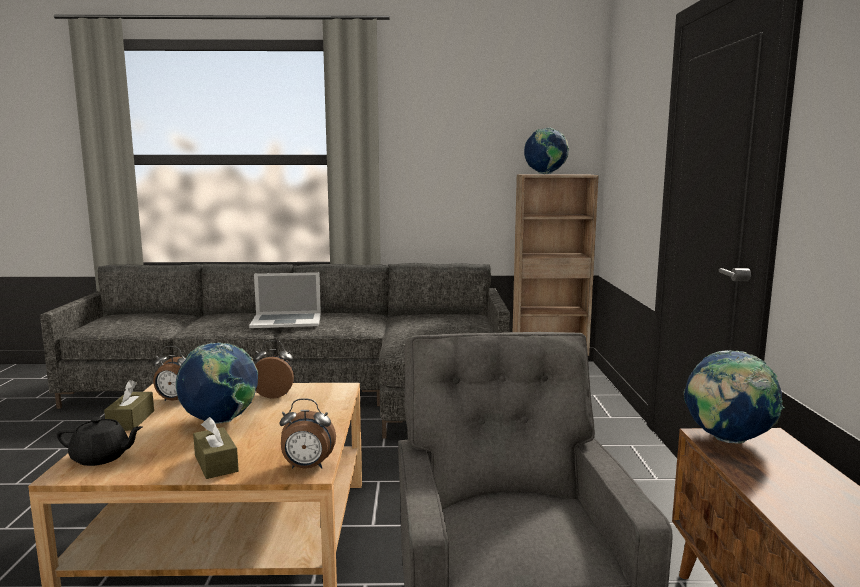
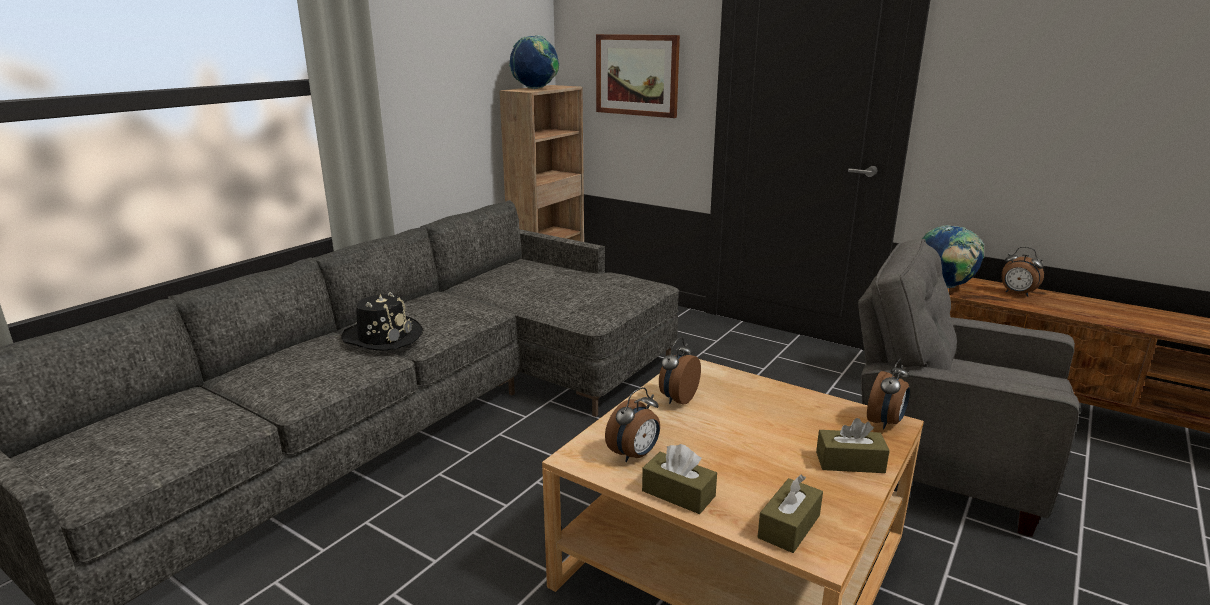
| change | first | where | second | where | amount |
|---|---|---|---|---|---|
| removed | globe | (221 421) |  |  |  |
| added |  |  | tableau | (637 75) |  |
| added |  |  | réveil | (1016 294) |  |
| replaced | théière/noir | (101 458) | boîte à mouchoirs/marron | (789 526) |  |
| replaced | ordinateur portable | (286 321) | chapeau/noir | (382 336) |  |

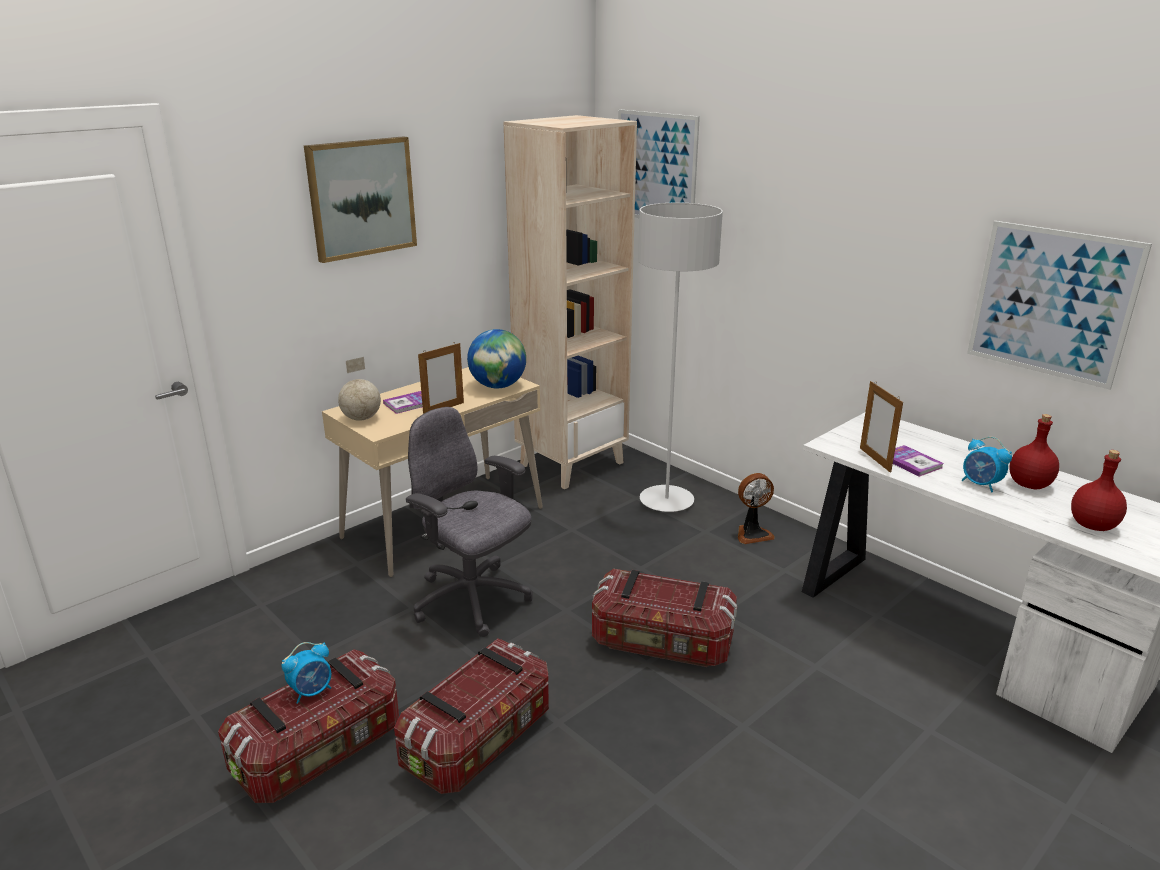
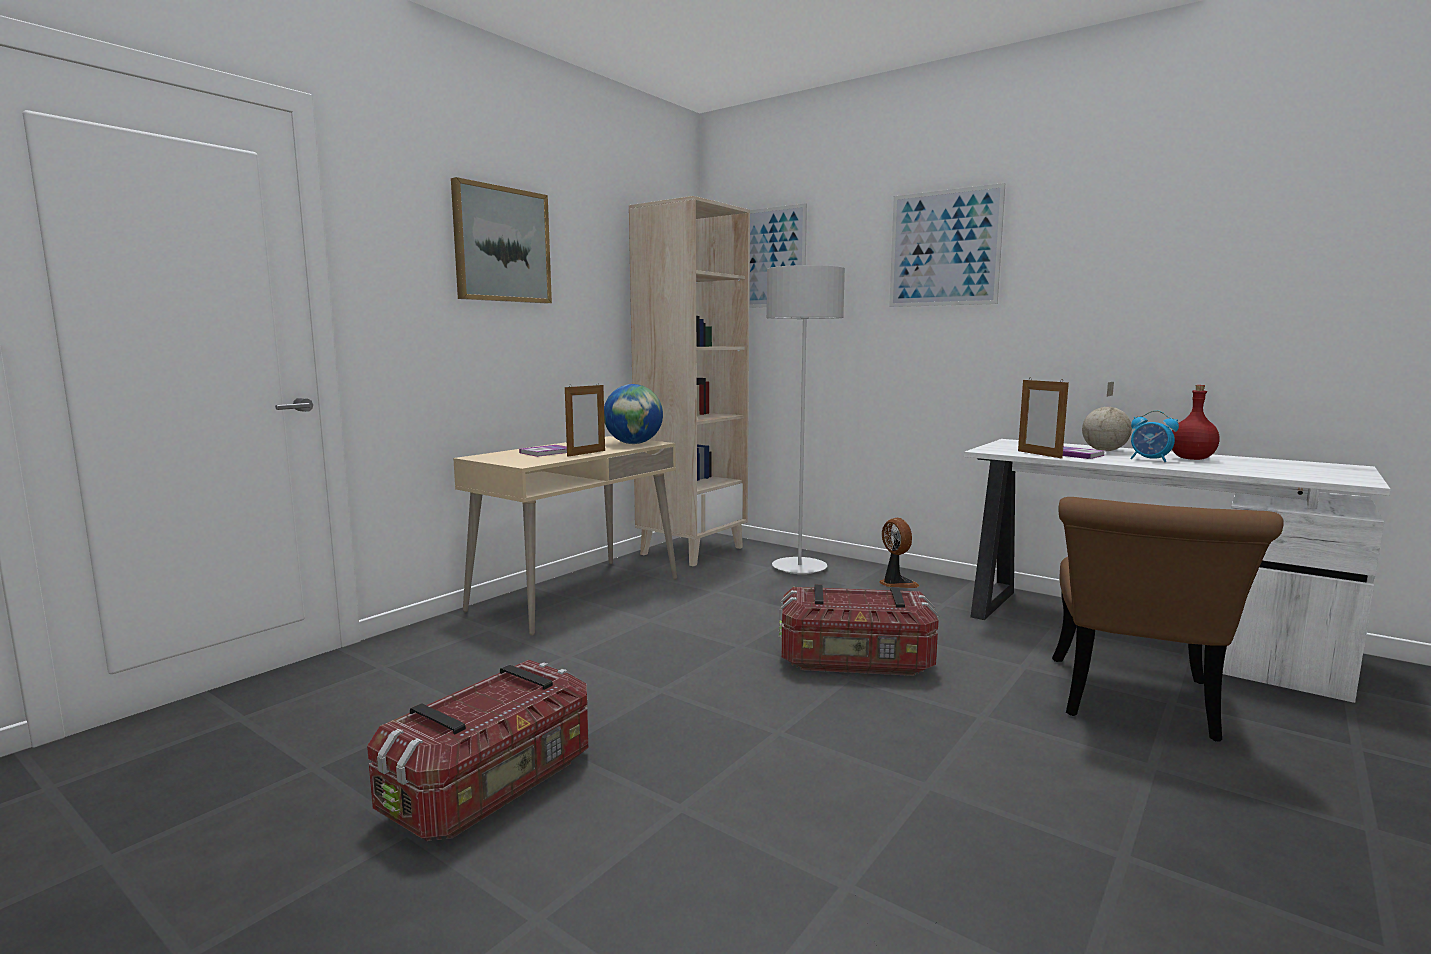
| change | first | where | second | where | amount |
|---|---|---|---|---|---|
| removed | réveil | (312 691) |  |  |  |
| removed | boîte de rangement | (480 741) |  |  |  |
| removed | chaise de bureau/gris | (472 601) |  |  |  |
| removed | bouteille/rouge | (1092 526) |  |  |  |
| added |  |  | chaise/marron | (1133 705) |  |
| moved | globe | (362 418) |  | (1105 451) |  |
| moved | tableau | (1052 303) |  | (944 248) |  |
| turned | ventilateur | (752 534) |  | (896 583) | 90 degrees counterclockwise |

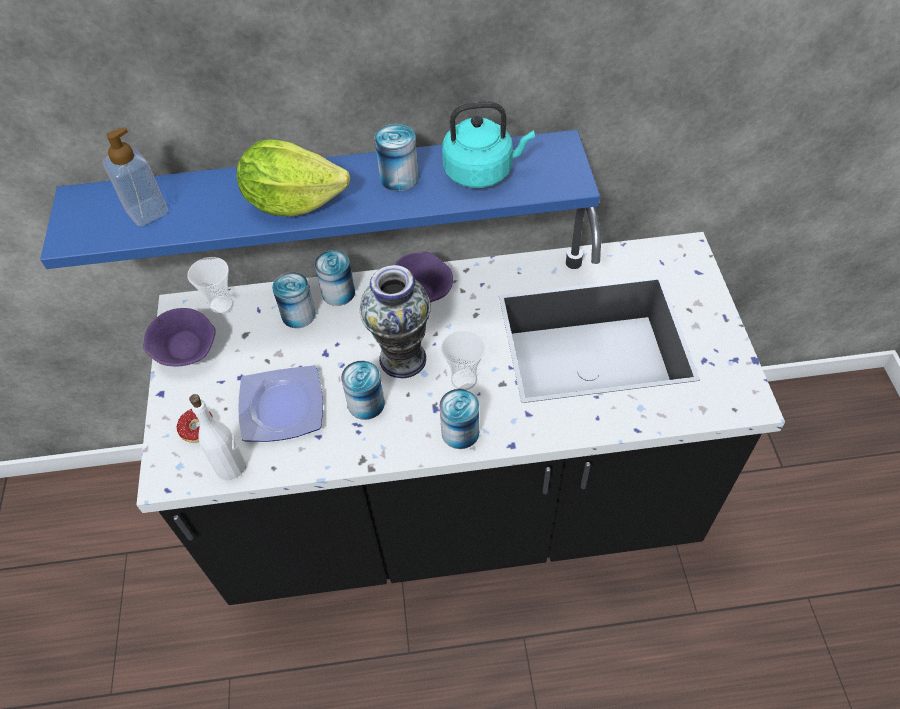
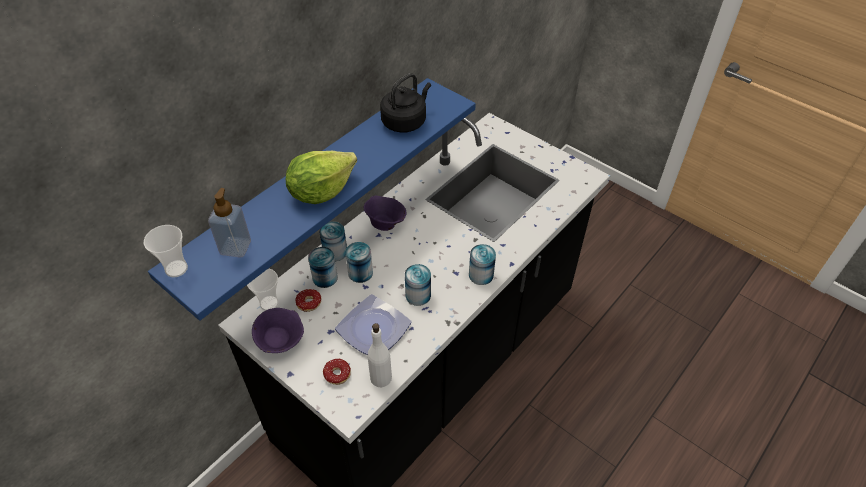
| change | first | where | second | where | amount |
|---|---|---|---|---|---|
| removed | vase | (403 358) |  |  |  |
| added |  |  | beignet | (310 306) |  |
| moved | boîte métallique | (399 177) |  | (360 273) |  |
| moved | tasse | (464 379) |  | (176 268) |  |
| recoloured | bouilloire/turquoise | (482 172) | bouilloire/noir | (405 121) |  |

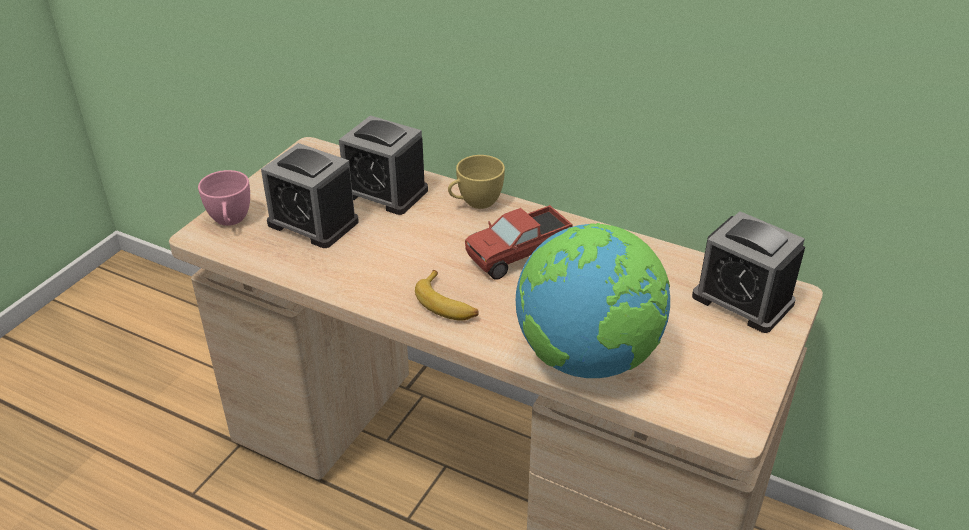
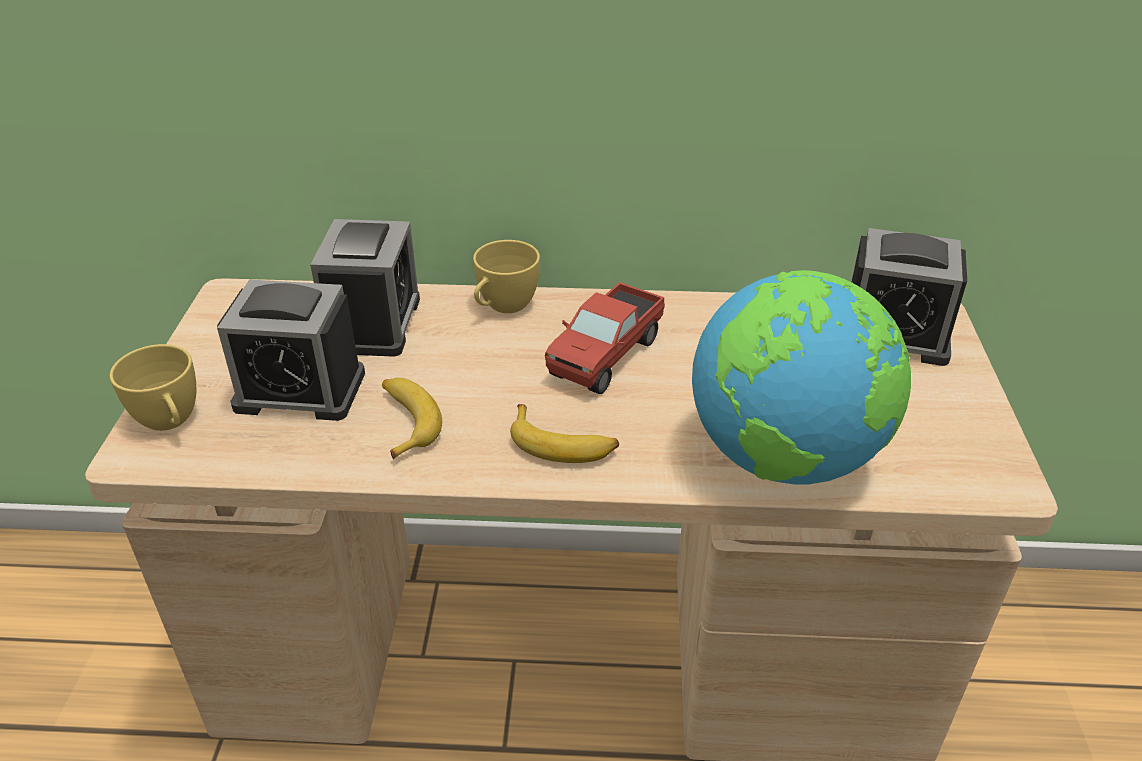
| change | first | where | second | where | amount |
|---|---|---|---|---|---|
| added |  |  | banane | (405 422) |  |
| recoloured | tasse/rose | (230 221) | tasse/jaune | (170 422) |  |
| turned | réveil | (384 192) |  | (374 323) | 90 degrees counterclockwise |

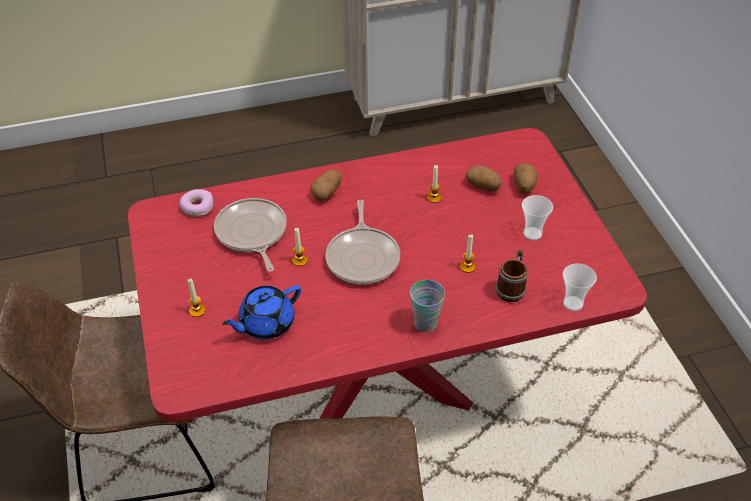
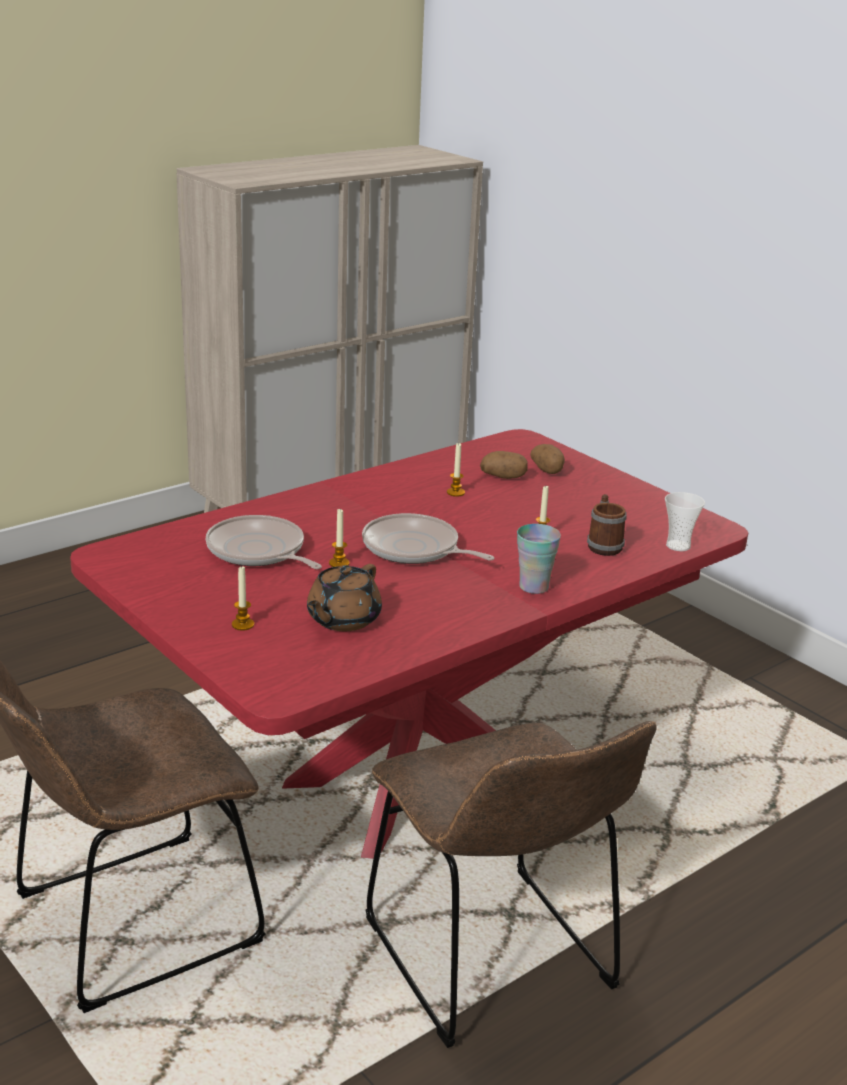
| change | first | where | second | where | amount |
|---|---|---|---|---|---|
| removed | beignet | (197 207) |  |  |  |
| removed | pomme de terre | (327 192) |  |  |  |
| removed | tasse | (532 233) |  |  |  |
| recoloured | théière/bleu | (266 323) | théière/marron | (342 619) |  |
| turned | poêle | (363 257) |  | (414 549) | 150 degrees clockwise |

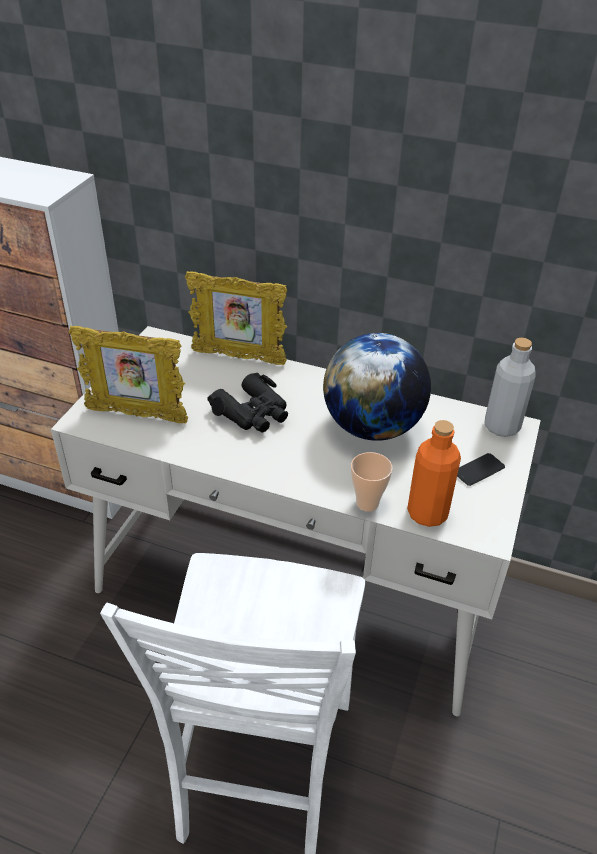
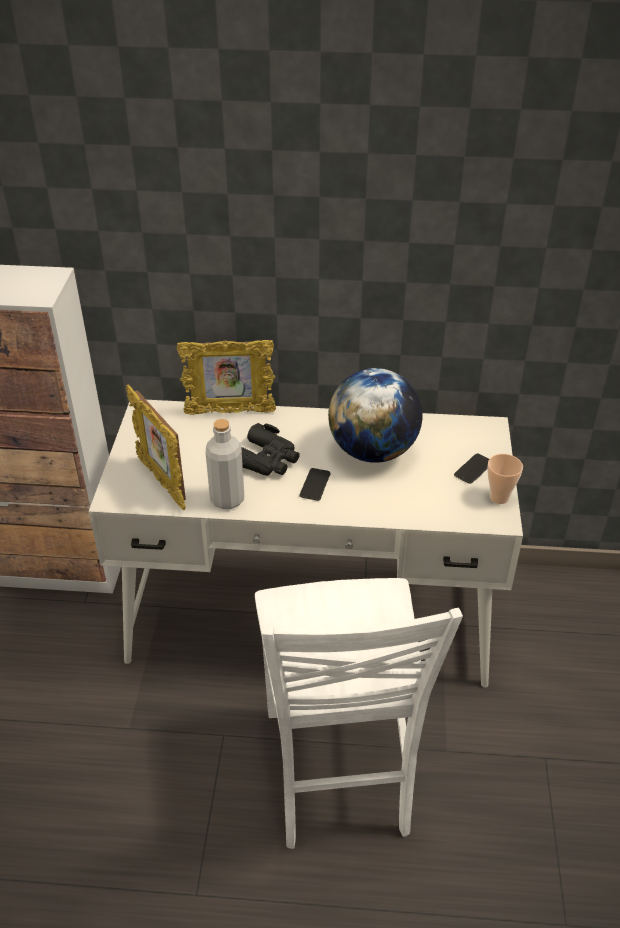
| change | first | where | second | where | amount |
|---|---|---|---|---|---|
| removed | bouteille/orange | (427 513) |  |  |  |
| added |  |  | téléphone | (315 485) |  |
| moved | tasse | (367 503) |  | (499 497) |  |
| moved | bouteille/gris | (501 426) |  | (227 499) |  |
| turned | cadre photo | (137 415) |  | (162 483) | 60 degrees clockwise |

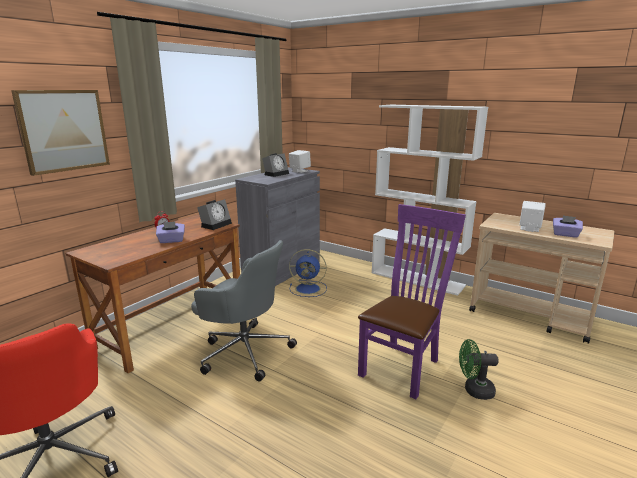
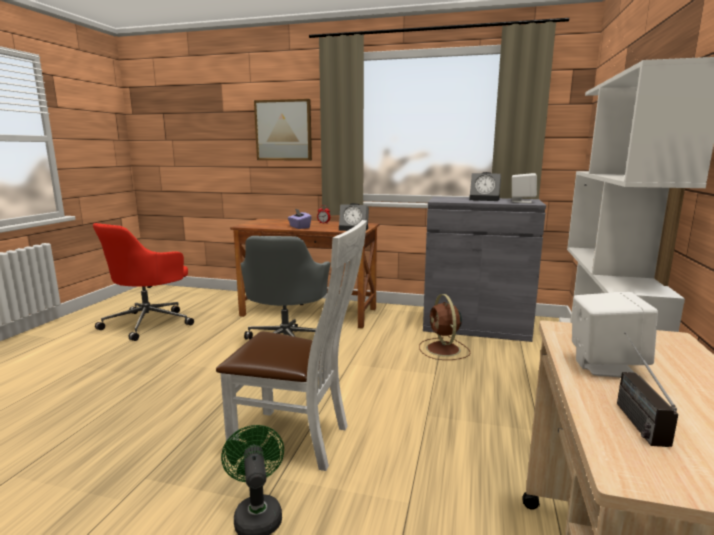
| change | first | where | second | where | amount |
|---|---|---|---|---|---|
| replaced | boîte à mouchoirs/violet | (565 234) | radio | (630 412) |  |
| recoloured | ventilateur/bleu | (309 289) | ventilateur/marron | (443 350) |  |
| recoloured | chaise/violet | (403 366) | chaise/blanc | (298 440) |  |

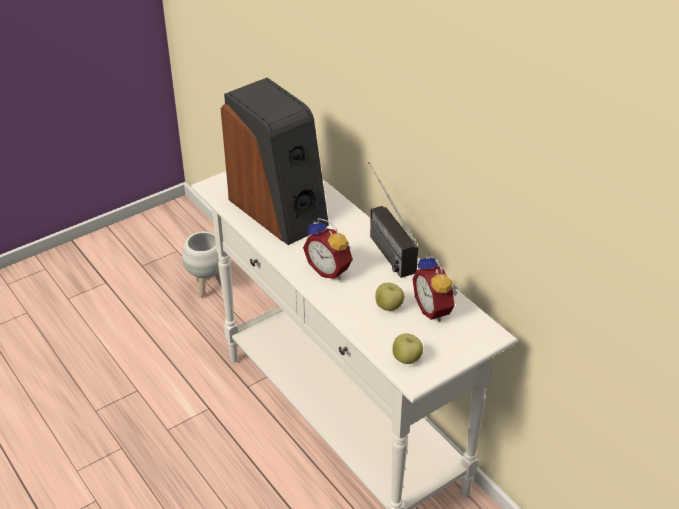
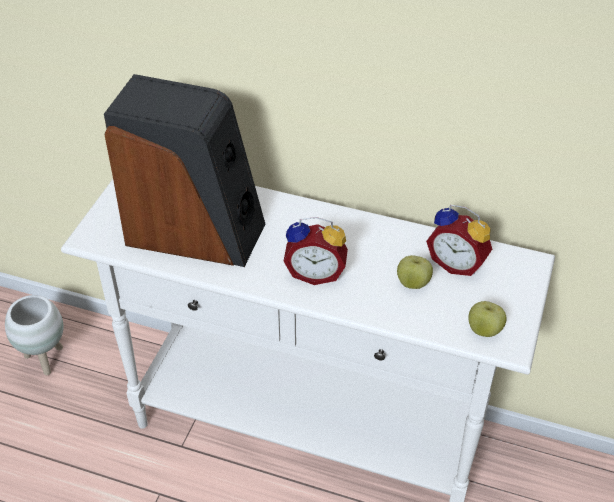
| change | first | where | second | where | amount |
|---|---|---|---|---|---|
| removed | radio | (382 244) |  |  |  |

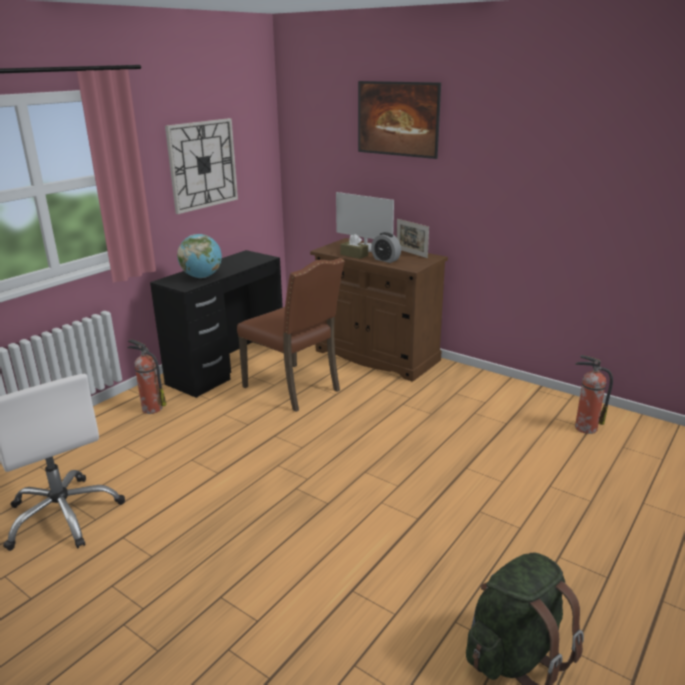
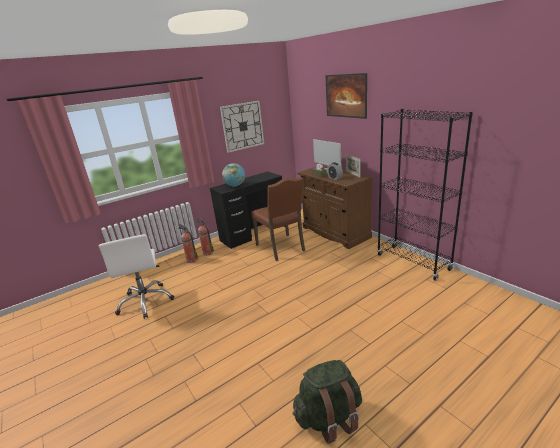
| change | first | where | second | where | amount |
|---|---|---|---|---|---|
| added |  |  | bibliothèque/noir | (413 262) |  |
| moved | extincteur | (584 428) |  | (191 260) |  |

